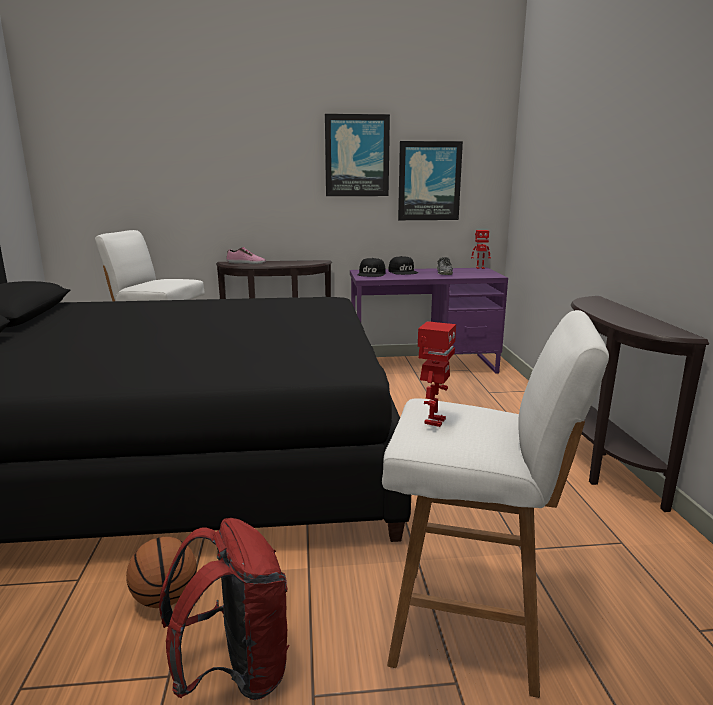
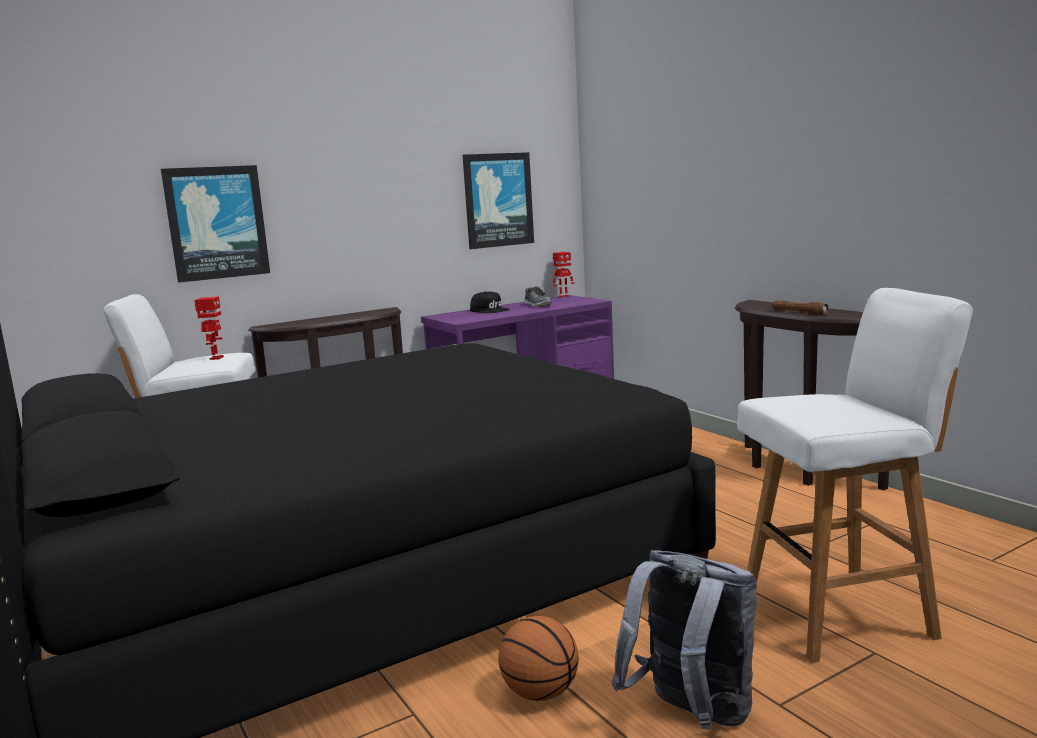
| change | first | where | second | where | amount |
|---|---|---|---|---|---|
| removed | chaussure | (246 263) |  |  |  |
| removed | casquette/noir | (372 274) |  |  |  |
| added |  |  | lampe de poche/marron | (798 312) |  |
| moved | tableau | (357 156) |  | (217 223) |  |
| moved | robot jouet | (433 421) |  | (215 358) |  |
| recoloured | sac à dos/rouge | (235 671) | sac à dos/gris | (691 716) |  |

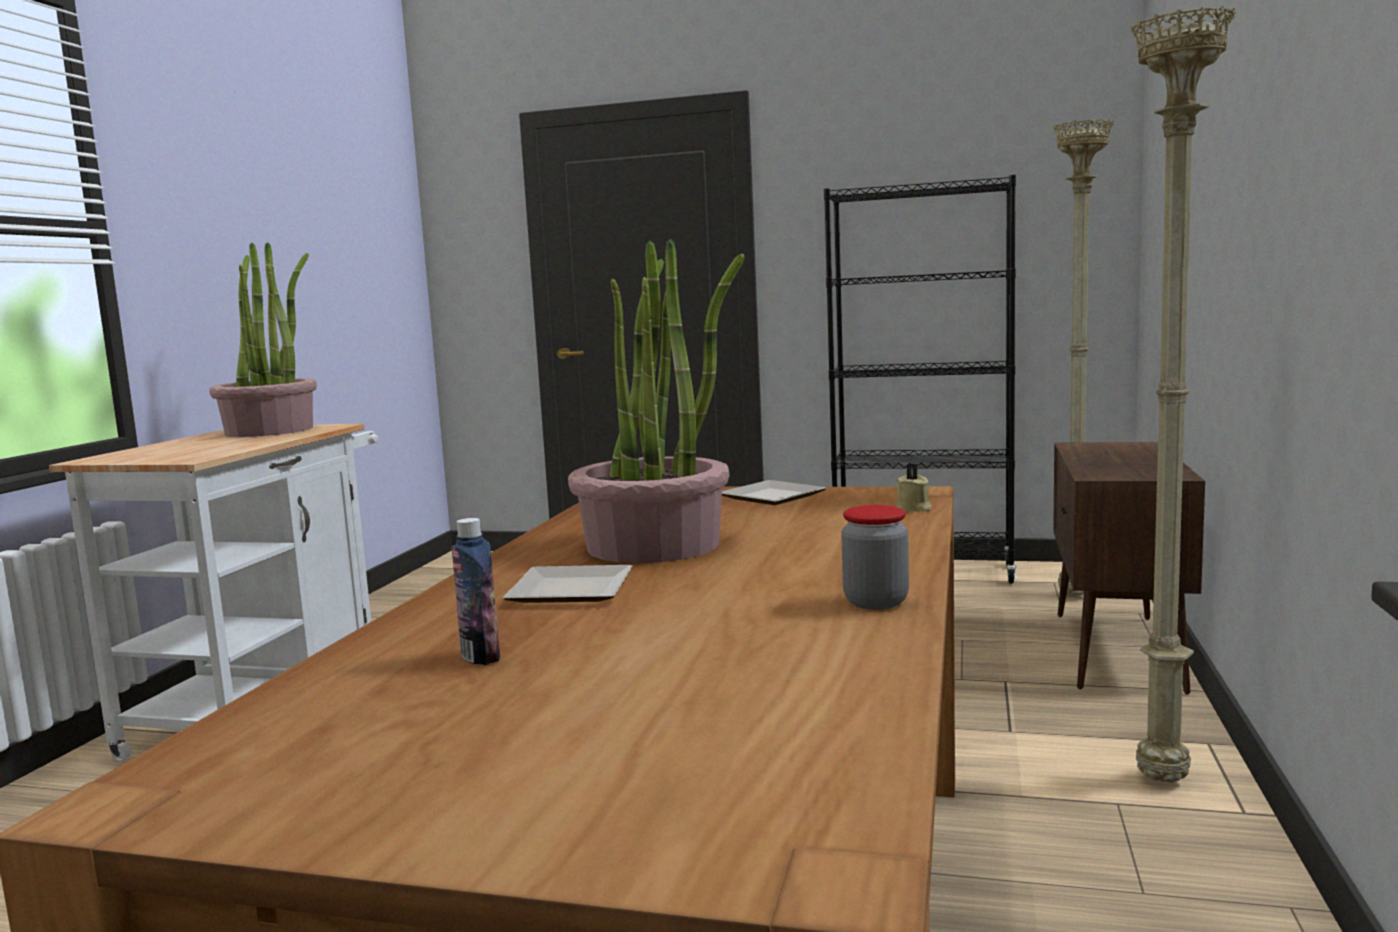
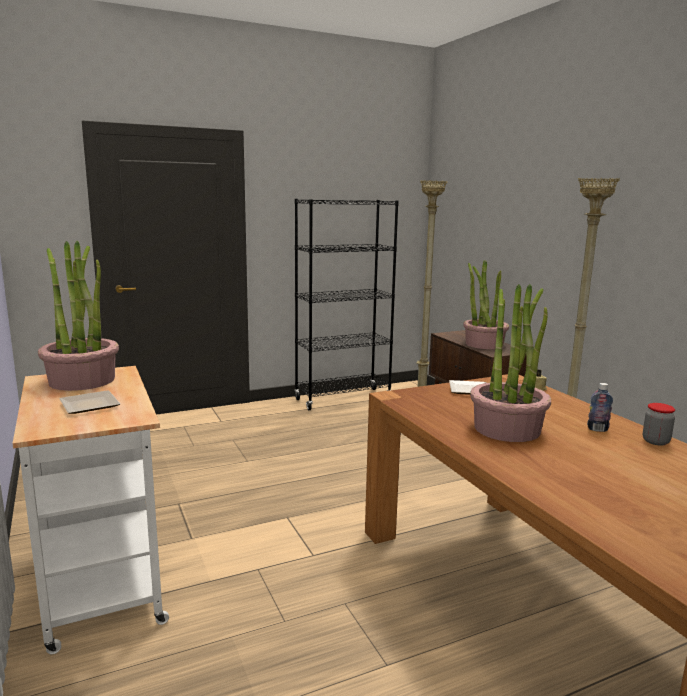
| change | first | where | second | where | amount |
|---|---|---|---|---|---|
| added |  |  | plante en pot | (483 344) |  |
| moved | bouteille | (480 657) |  | (597 429) |  |
| moved | assiette | (566 592) |  | (88 406) |  |

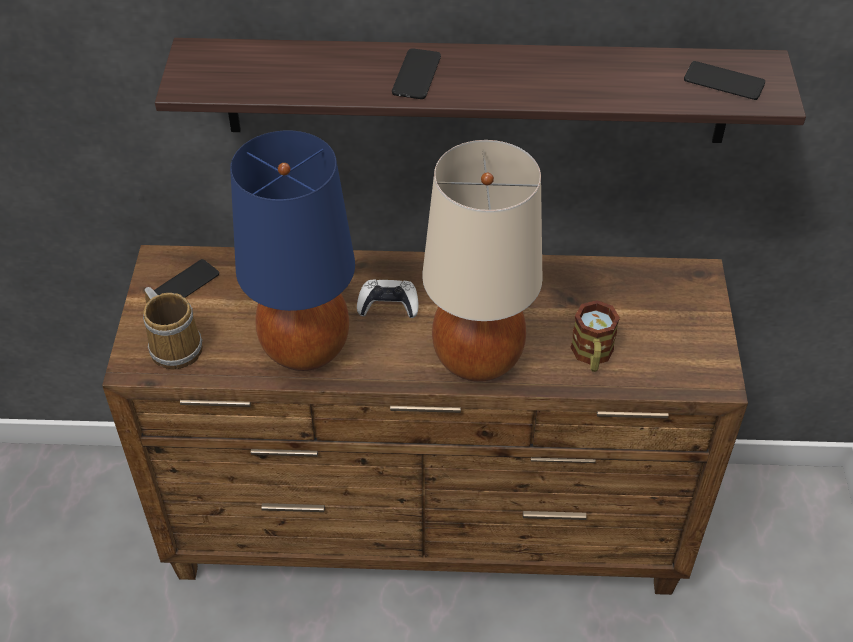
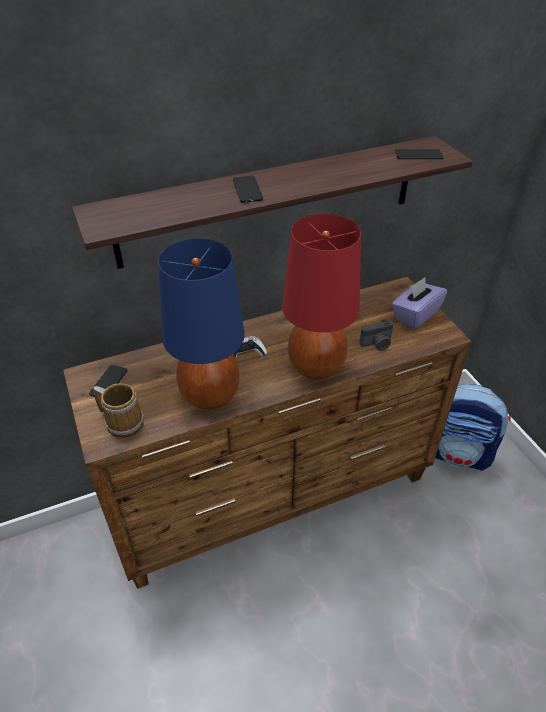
| change | first | where | second | where | amount |
|---|---|---|---|---|---|
| added |  |  | boîte à mouchoirs/violet | (415 315) |  |
| added |  |  | sac à dos | (457 453) |  |
| replaced | mug | (592 356) | appareil photo | (377 344) |  |
| recoloured | lampe de table/beige | (477 359) | lampe de table/rouge | (316 366) |  |

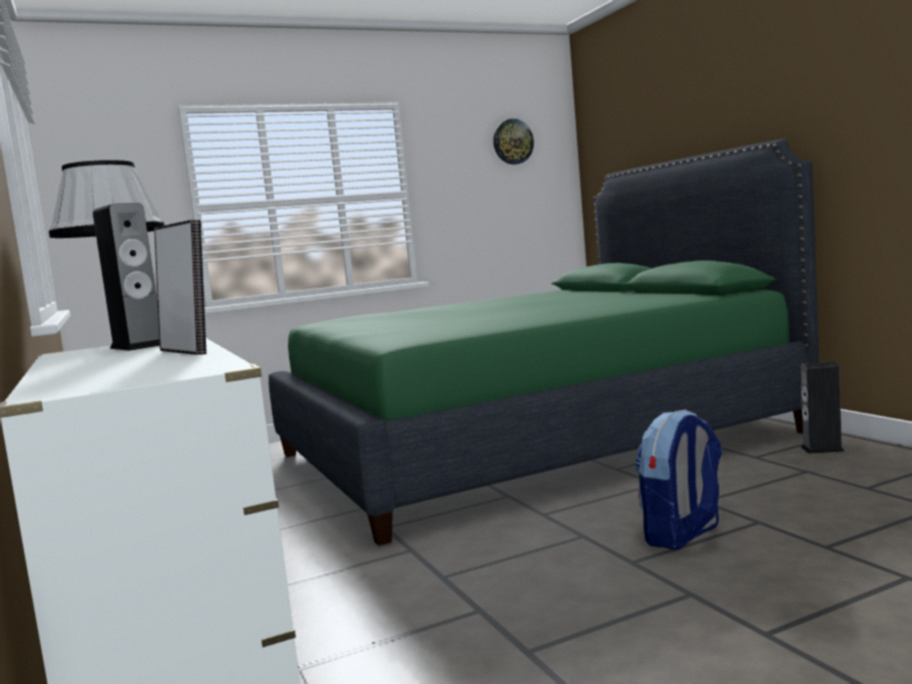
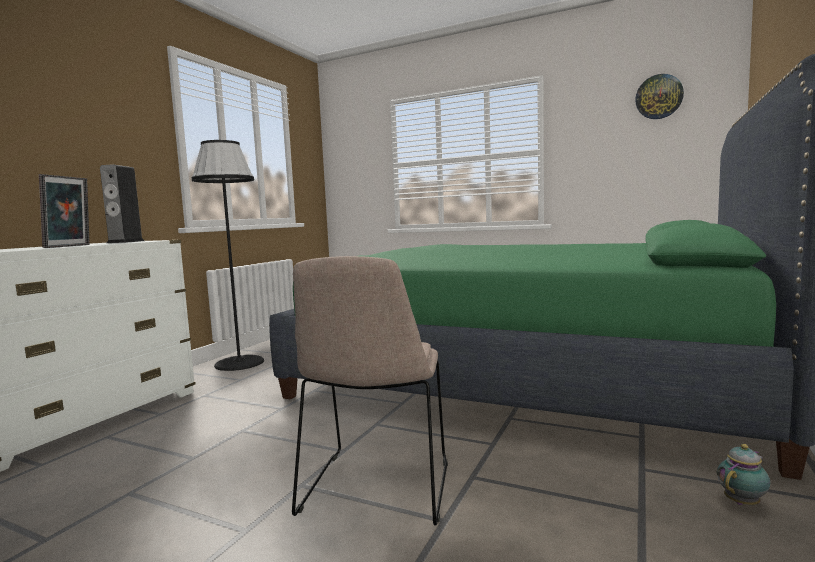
| change | first | where | second | where | amount |
|---|---|---|---|---|---|
| replaced | sac à dos | (683 535) | chaise/beige | (376 490) |  |
| replaced | enceinte | (822 449) | théière | (743 502) |  |

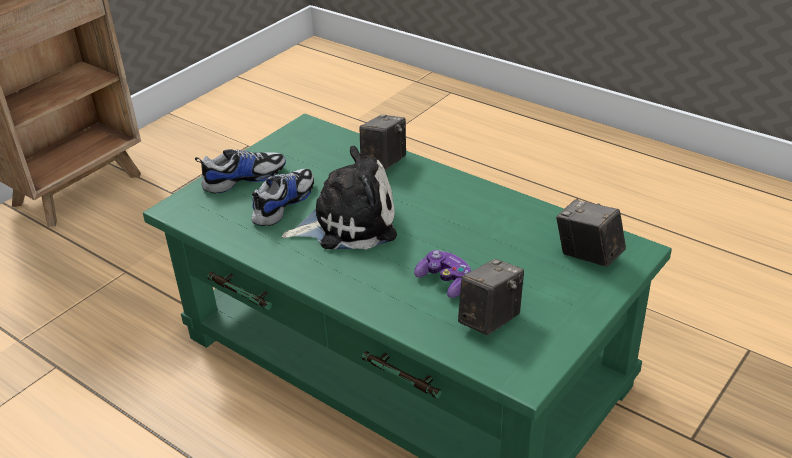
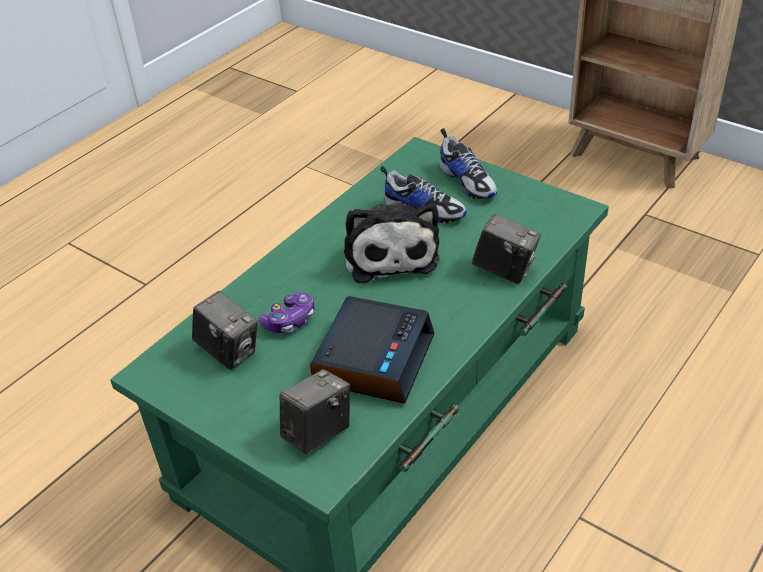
| change | first | where | second | where | amount |
|---|---|---|---|---|---|
| added |  |  | réveil | (373 358) |  |

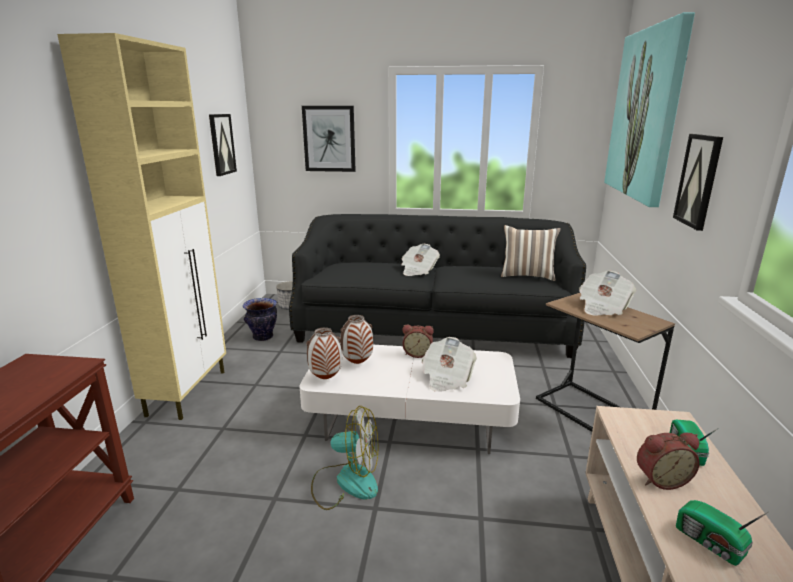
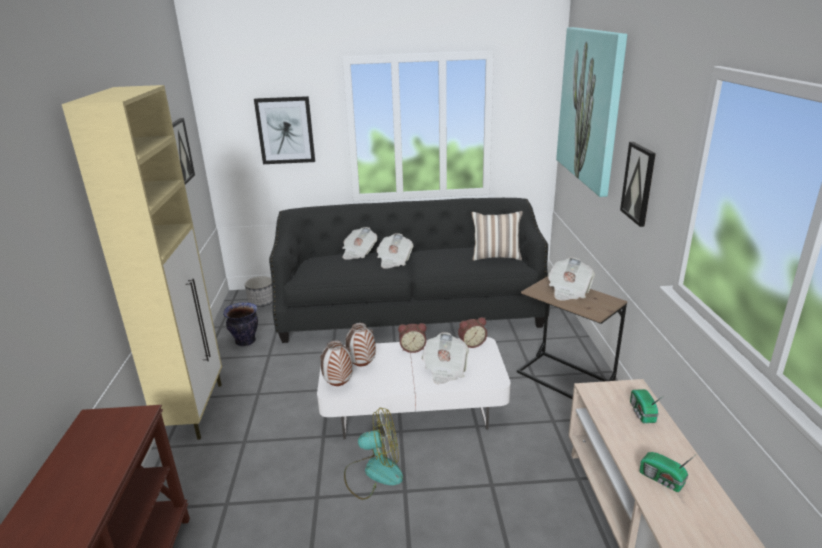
| change | first | where | second | where | amount |
|---|---|---|---|---|---|
| added |  |  | journal | (358 253) |  |
| moved | réveil | (660 479) |  | (471 343) |  |

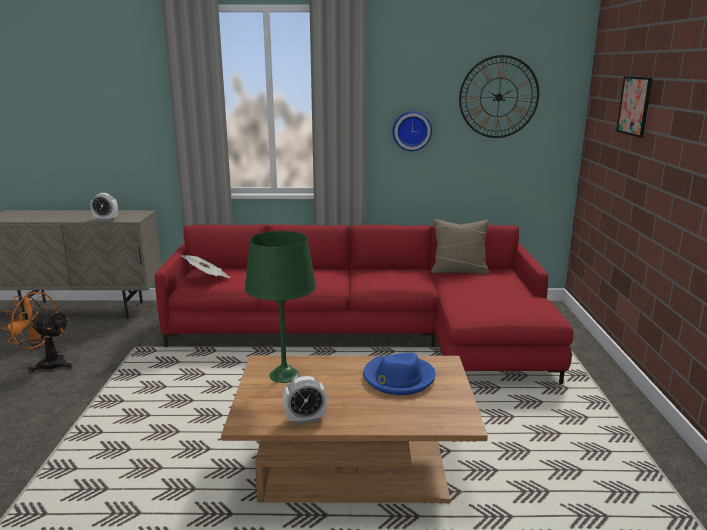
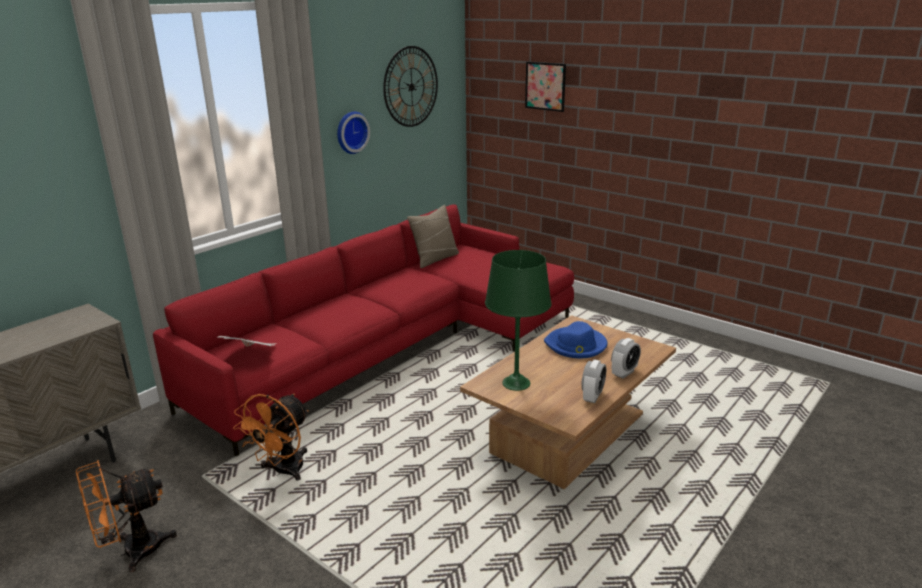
| change | first | where | second | where | amount |
|---|---|---|---|---|---|
| added |  |  | ventilateur/orange | (283 471) |  |
| moved | réveil | (106 219) |  | (624 373) |  |

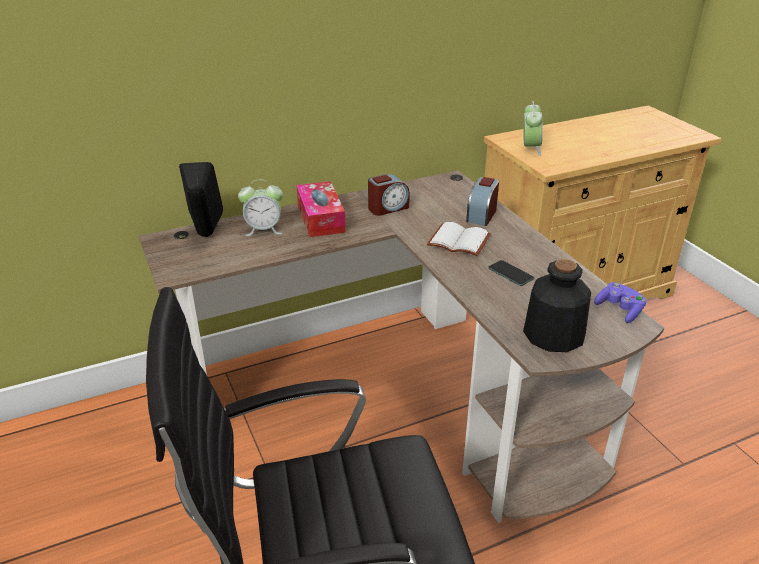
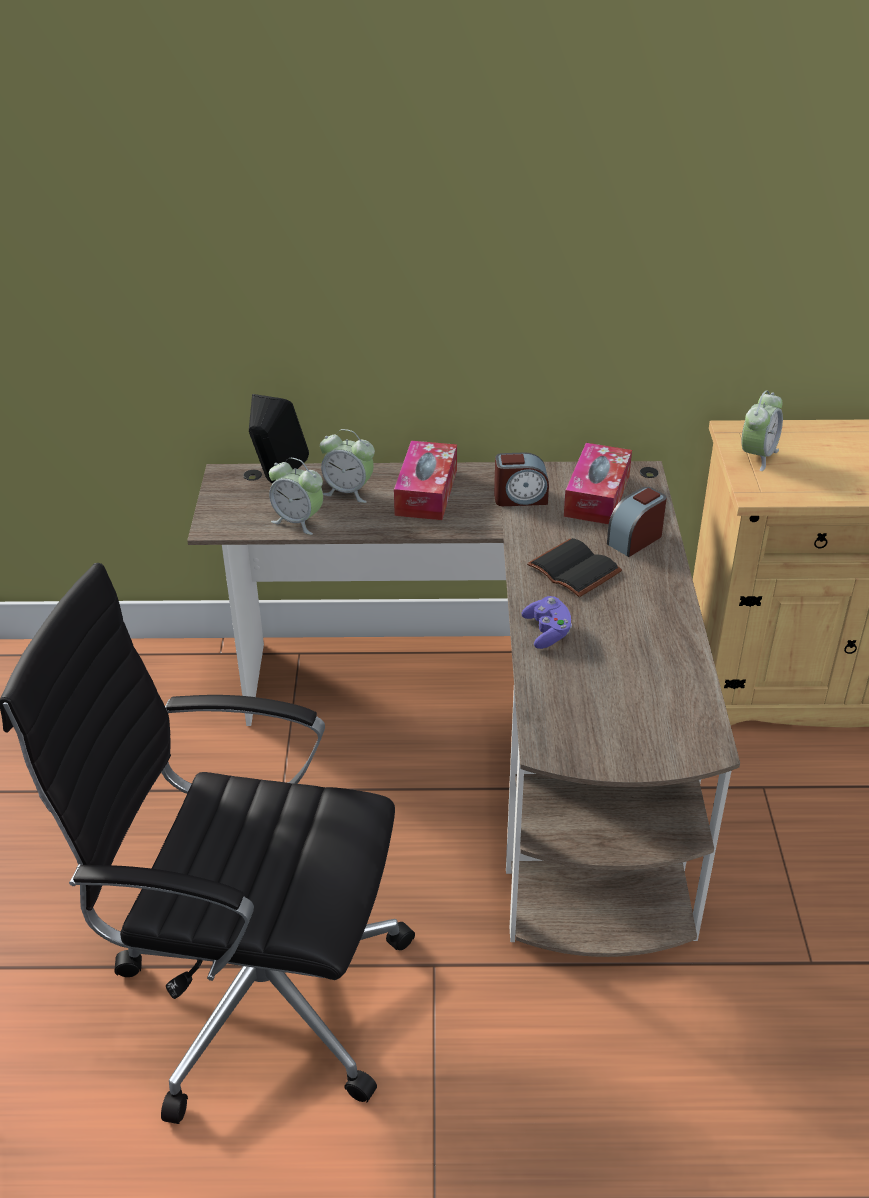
| change | first | where | second | where | amount |
|---|---|---|---|---|---|
| removed | téléphone | (510 273) |  |  |  |
| removed | bouteille | (553 335) |  |  |  |
| added |  |  | réveil | (298 521) |  |
| added |  |  | boîte à mouchoirs | (597 495) |  |
| moved | manette/violet | (619 310) |  | (547 632) |  |
| recoloured | livre/blanc | (460 240) | livre/noir | (576 569) |  |

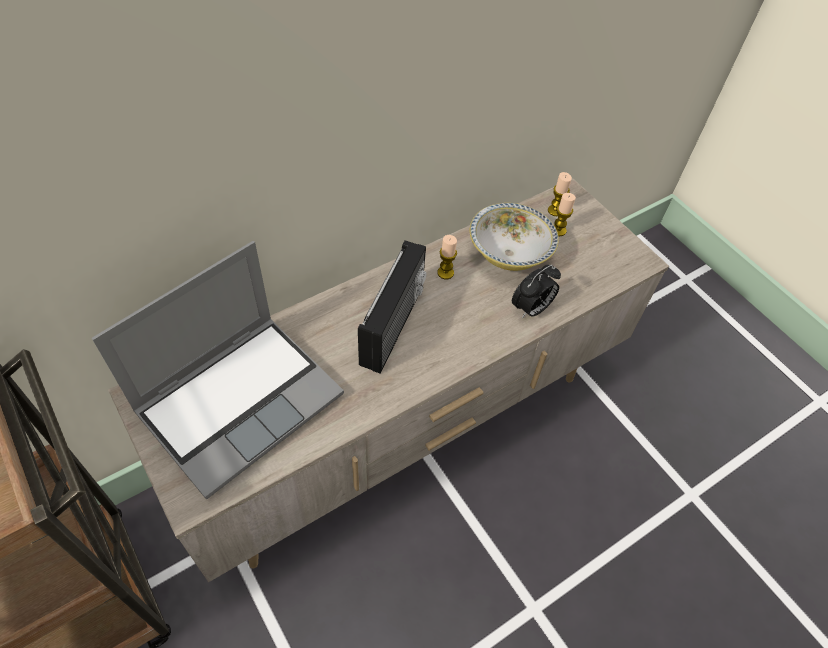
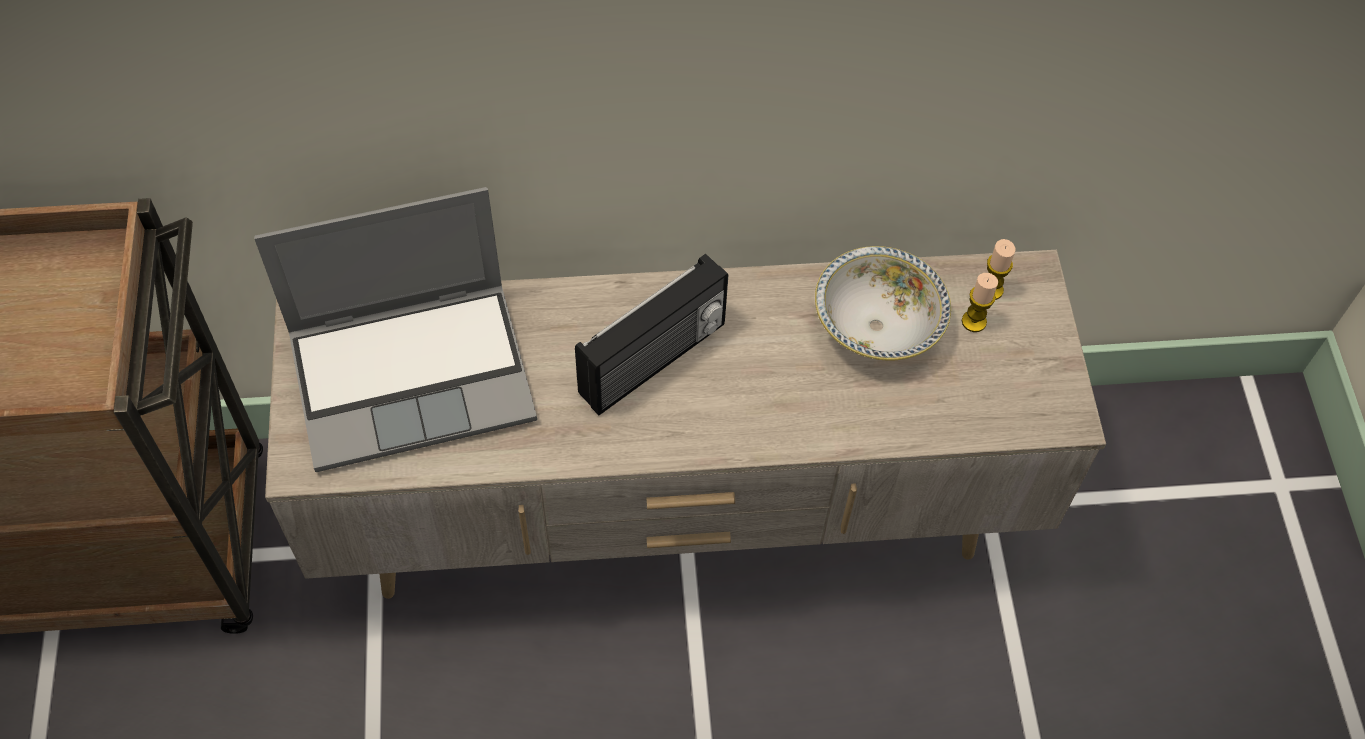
| change | first | where | second | where | amount |
|---|---|---|---|---|---|
| removed | bougie | (445 273) |  |  |  |
| removed | réveil | (531 309) |  |  |  |

